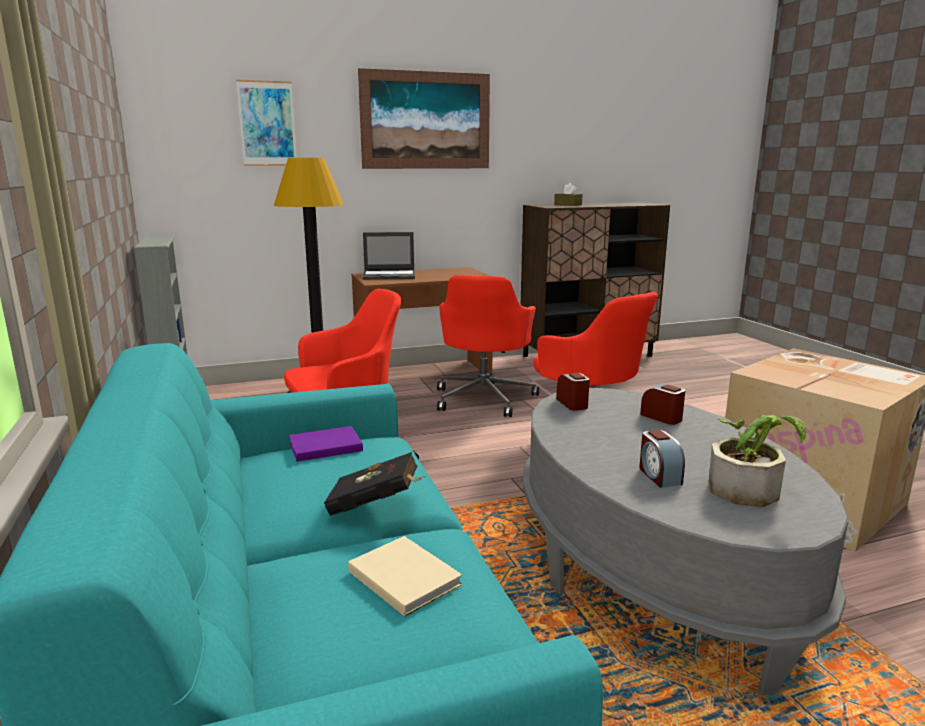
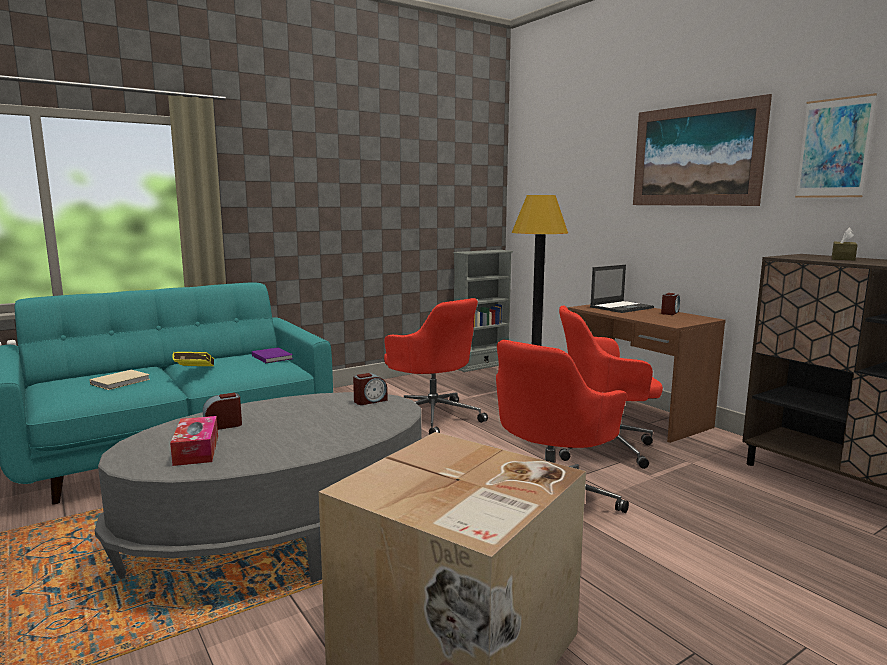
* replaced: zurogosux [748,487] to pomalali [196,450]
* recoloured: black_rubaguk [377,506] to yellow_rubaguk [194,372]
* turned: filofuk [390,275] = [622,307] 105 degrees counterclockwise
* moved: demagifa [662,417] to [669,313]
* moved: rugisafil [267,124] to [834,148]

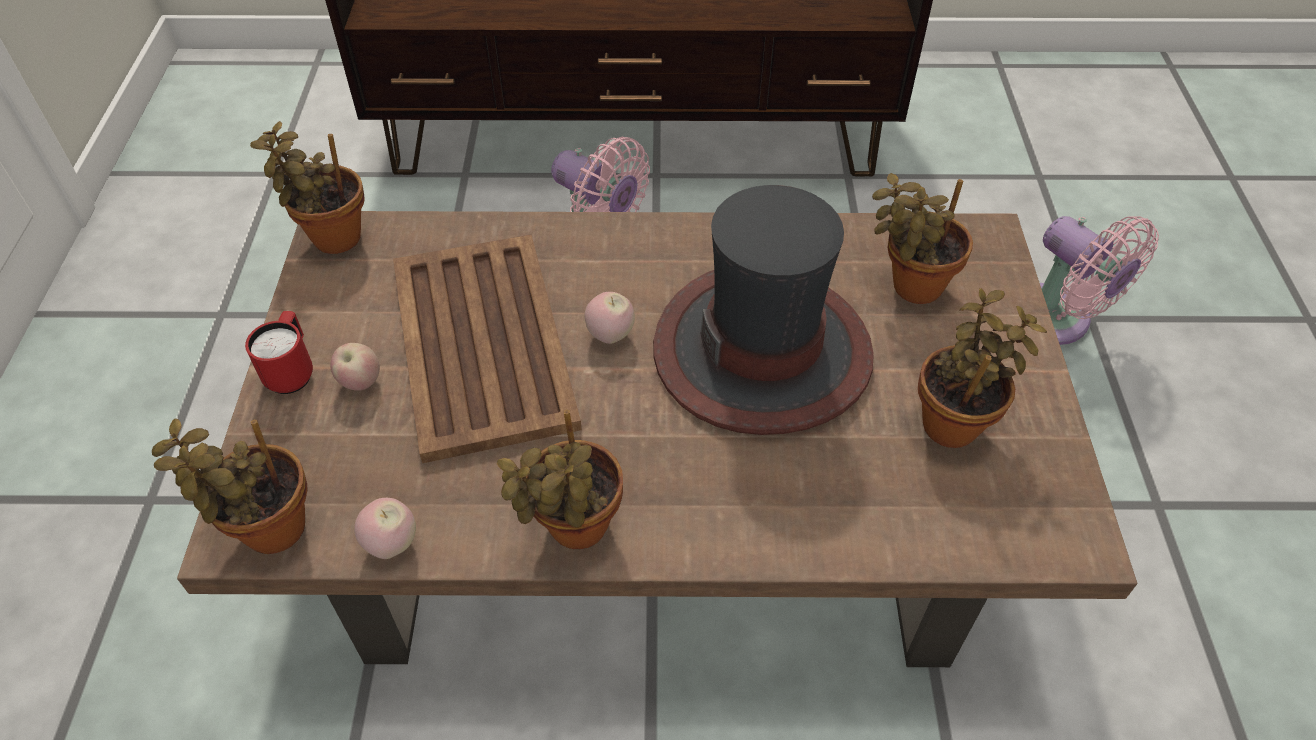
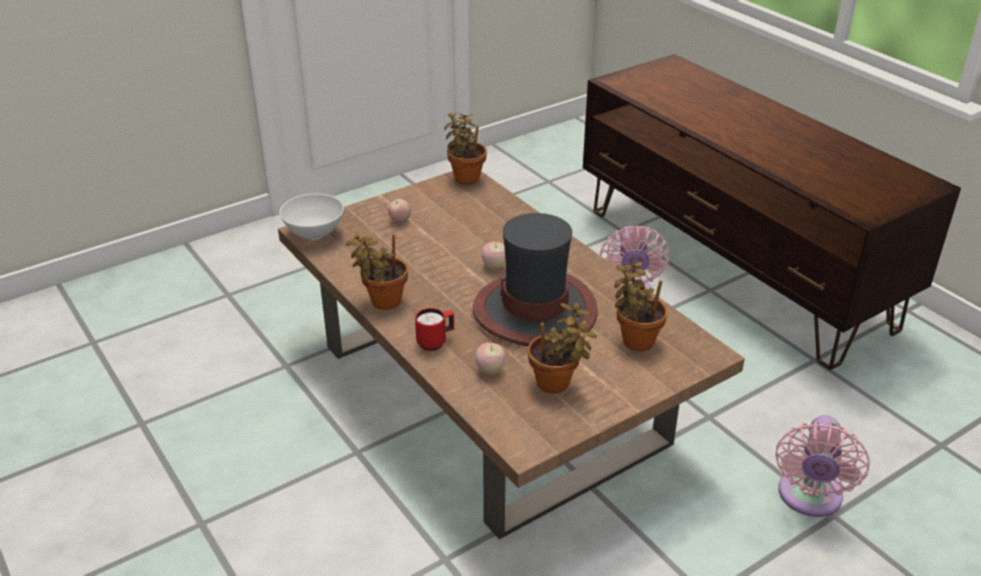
* replaced: zurogosux [267,529] to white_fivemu [314,235]
* moved: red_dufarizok [292,372] to [436,342]
* moved: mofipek [392,544] to [490,370]
* removed: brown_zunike [482,346]

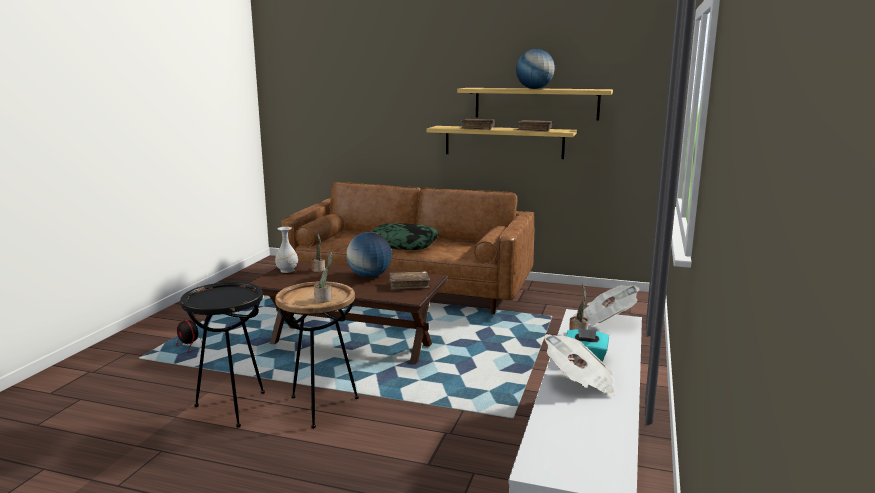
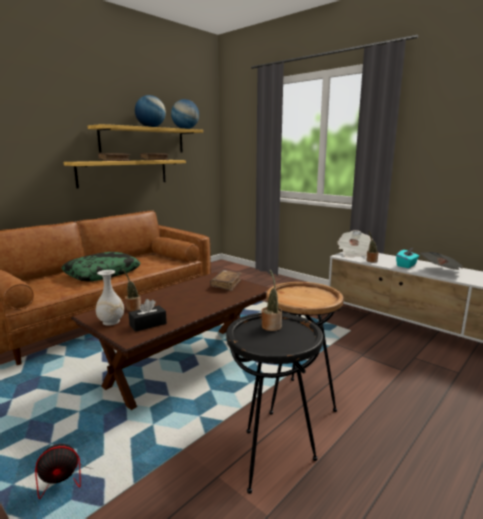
* added: black_pomalali [148,324]
* moved: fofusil [369,276] to [185,129]
* moved: zurogosux [324,299] to [271,326]

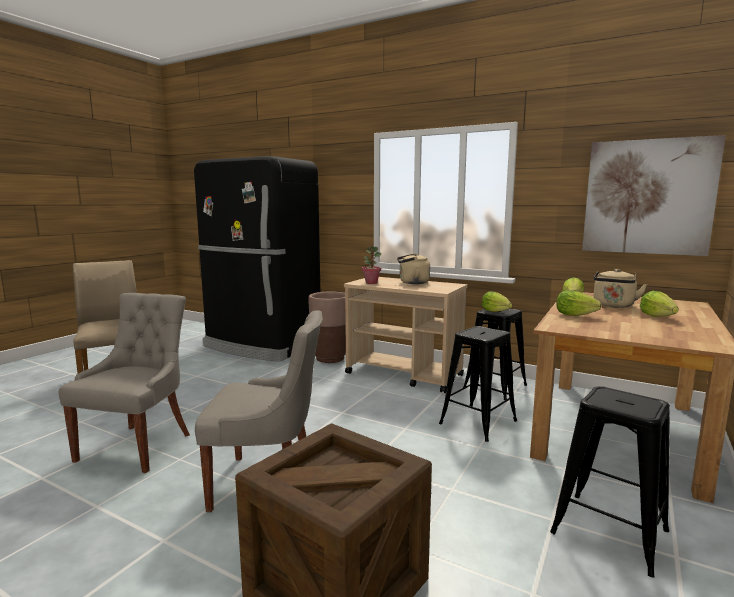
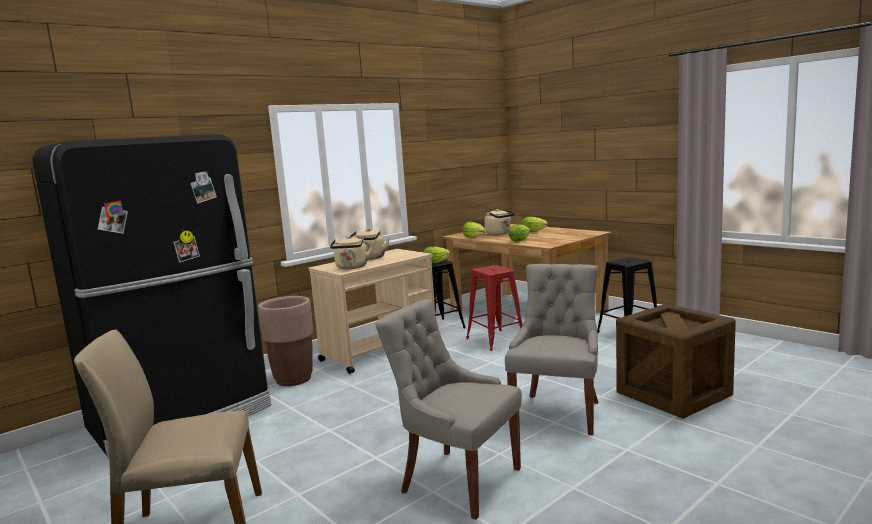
* replaced: zurogosux [371,283] to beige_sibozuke [351,267]
* recoloured: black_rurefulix [478,422] to red_rurefulix [495,340]
* removed: rugisafil [648,197]

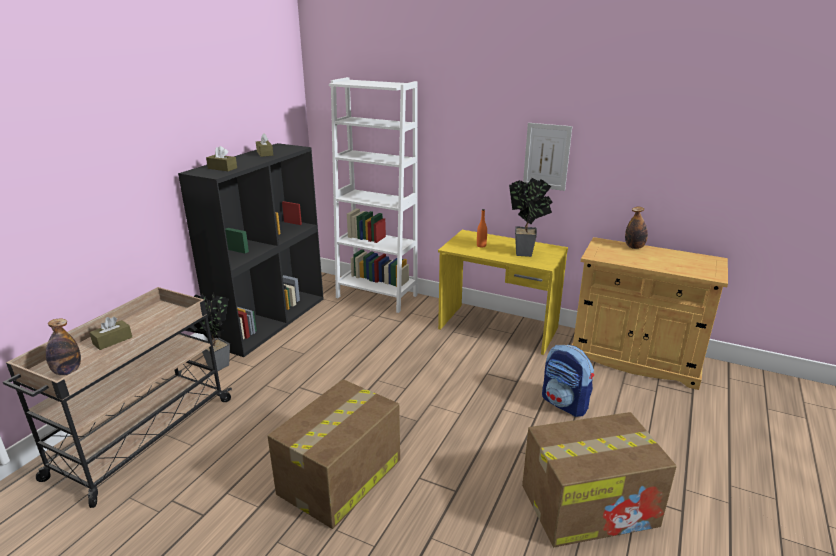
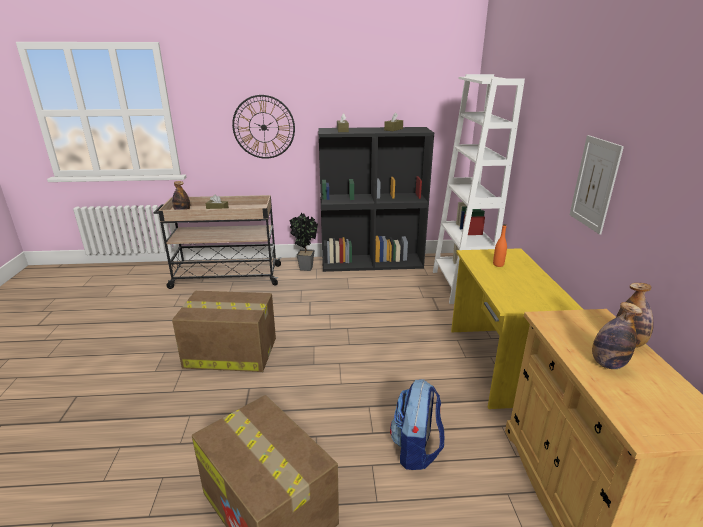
* added: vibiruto [263,127]
* added: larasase [607,364]
* removed: zurogosux [527,254]

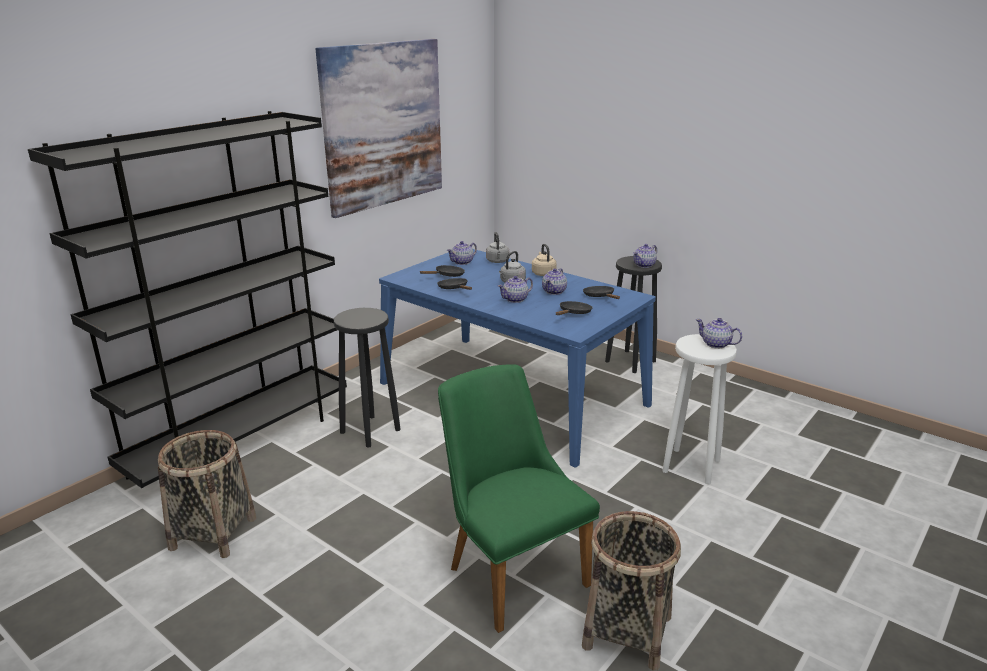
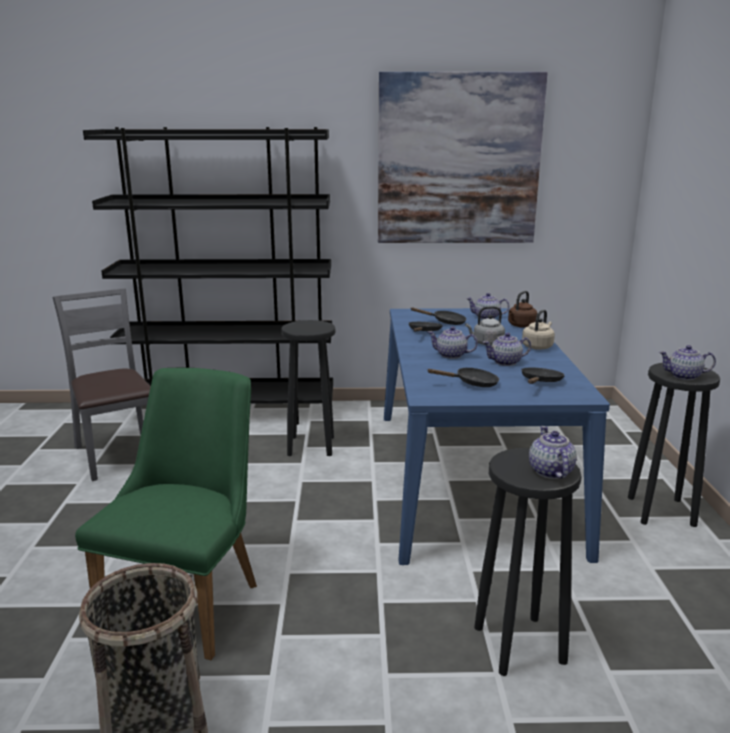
* replaced: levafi [213,533] to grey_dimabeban [118,454]
* recoloured: white_rurefulix [691,466] to black_rurefulix [518,644]
* recoloured: grey_sibozuke [497,261] to brown_sibozuke [520,326]

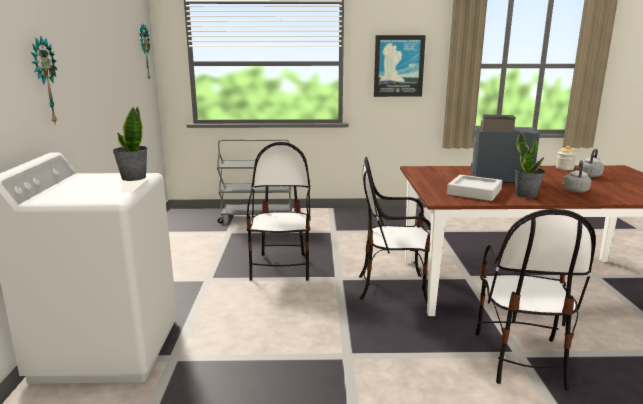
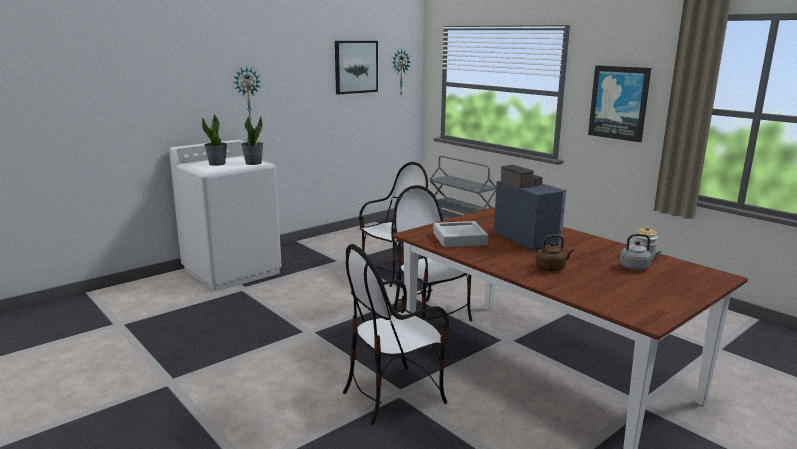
* moved: zurogosux [526,195] to [217,164]
* added: rugisafil [355,67]
* recoloured: grey_sibozuke [575,190] to brown_sibozuke [551,268]

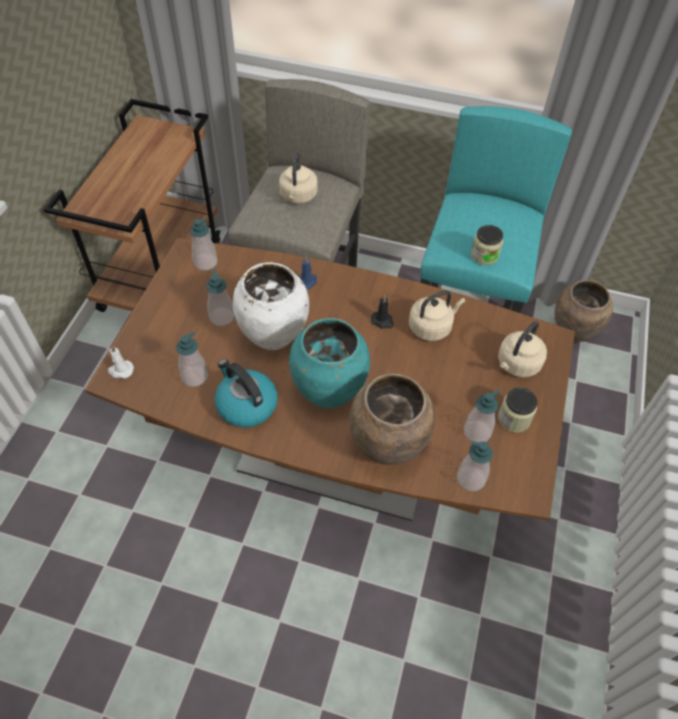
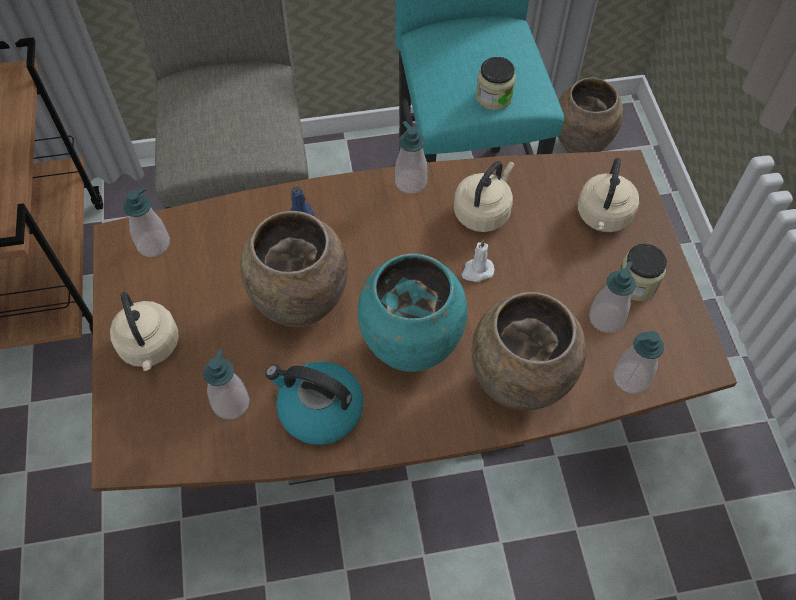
* moved: beige_sibozuke [298,196] to [150,347]
* recoloured: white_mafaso [273,336] to brown_mafaso [300,305]
* moved: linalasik [221,317] to [411,182]
* moved: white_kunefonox [120,370] to [477,271]
* removed: black_kunefonox [382,321]

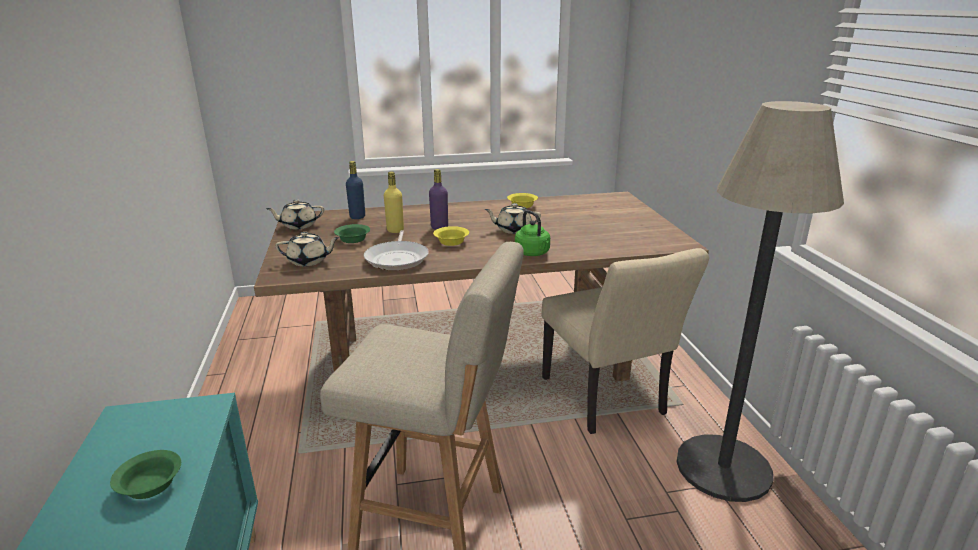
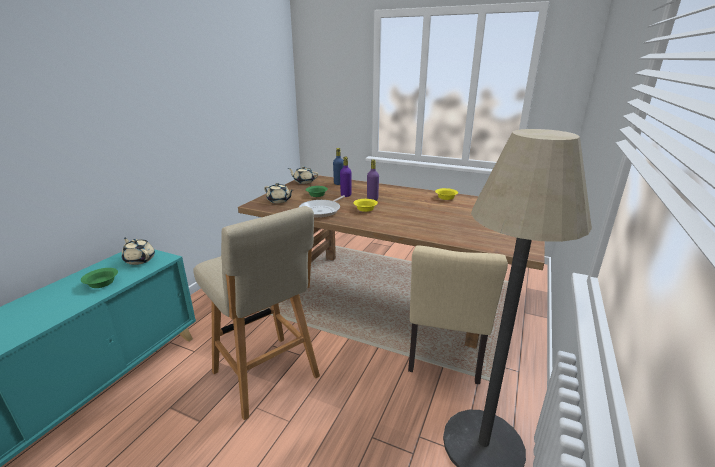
* moved: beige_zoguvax [513,230] to [139,259]
* recoloured: yellow_larasase [395,230] to purple_larasase [346,195]
* removed: green_sibozuke [533,253]

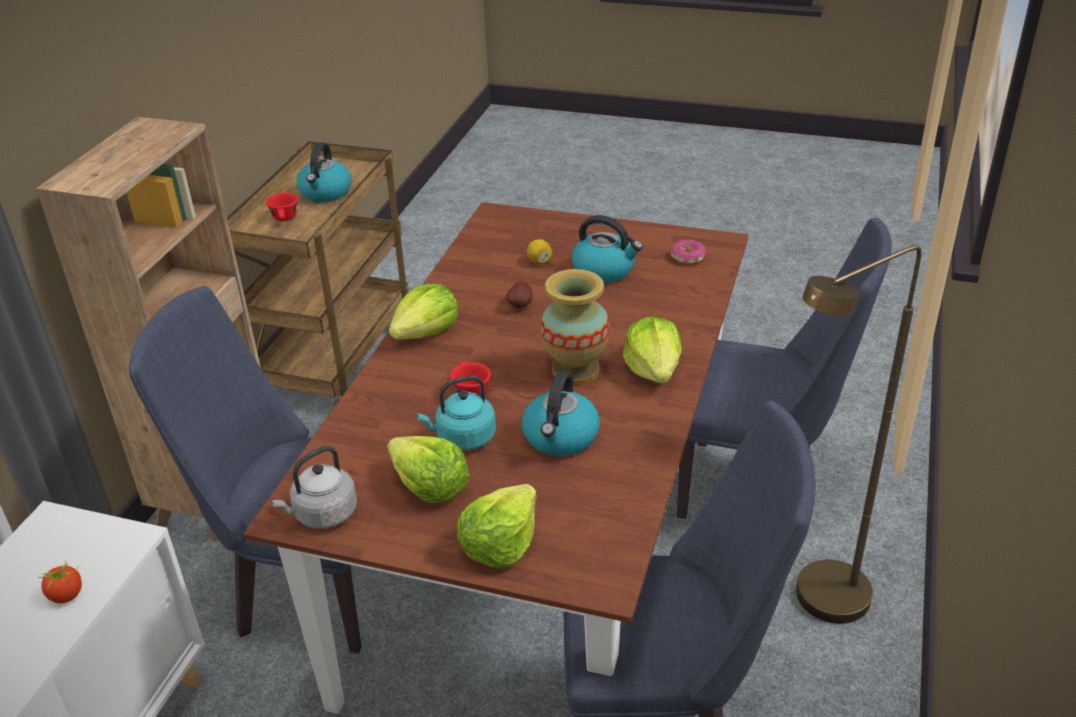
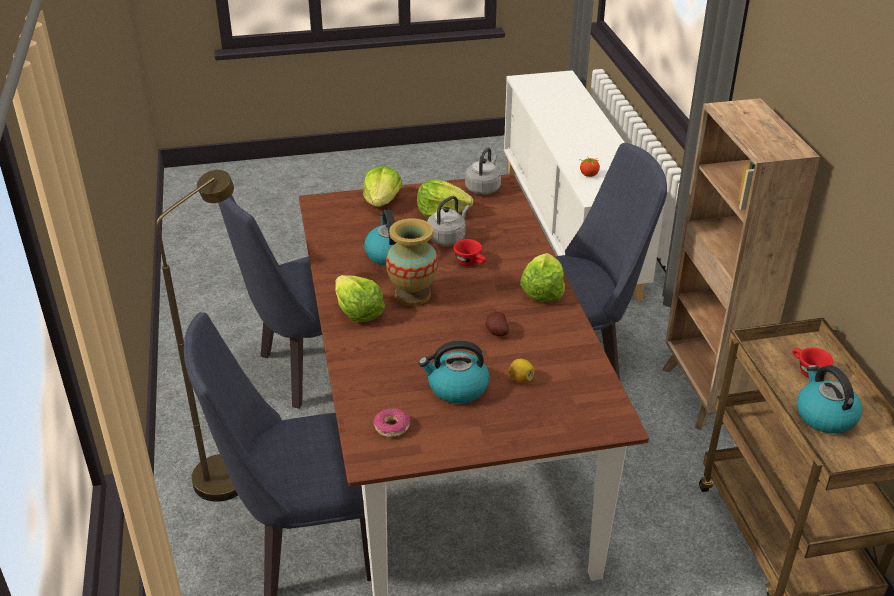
* recoloured: turquoise_sibozuke [463,438] to grey_sibozuke [447,238]

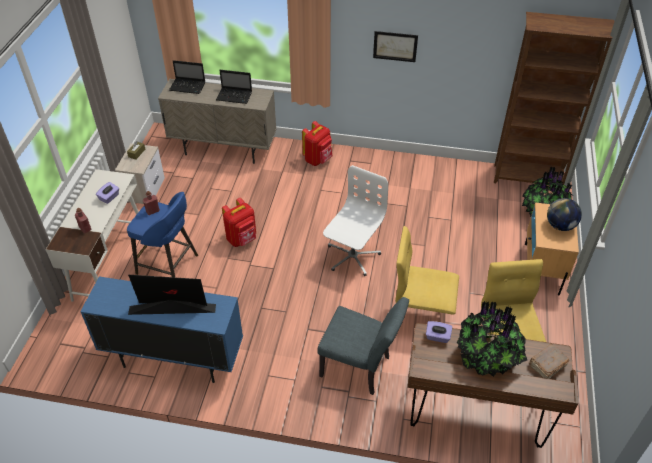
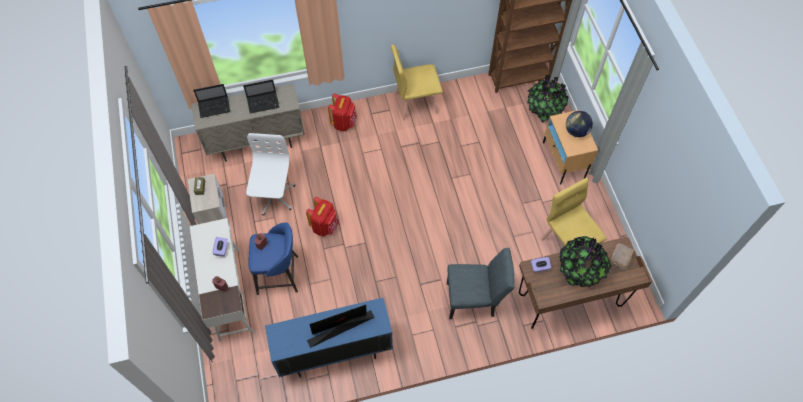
* moved: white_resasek [352,256] to [273,196]
* moved: yellow_dimabeban [421,317] to [415,103]
* removed: rugisafil [395,46]

